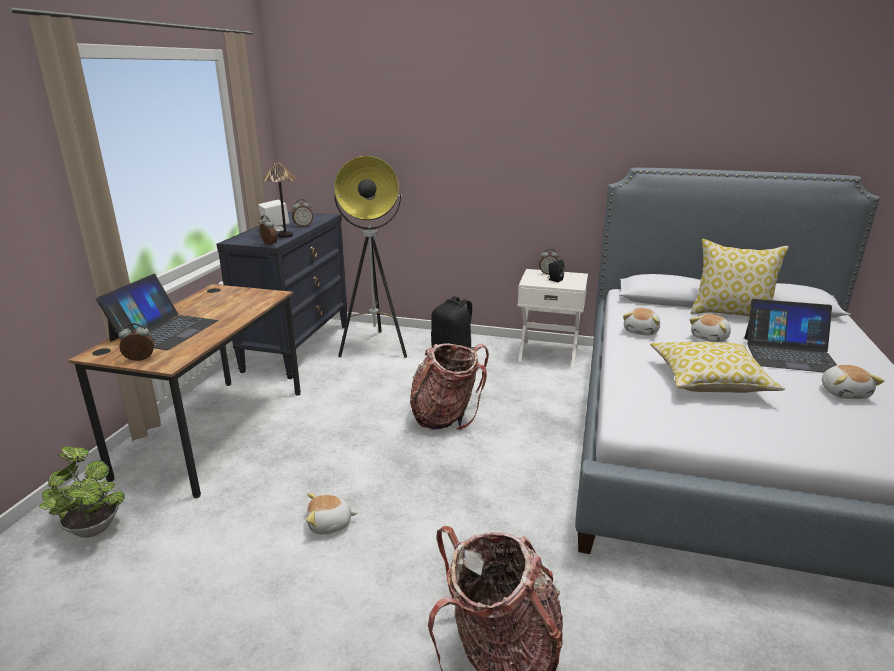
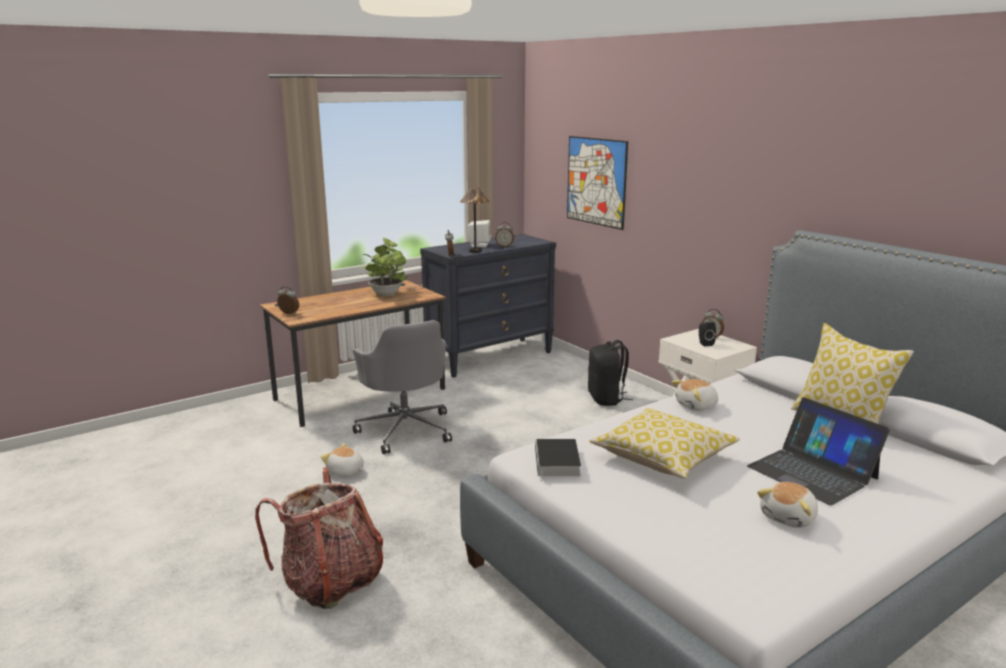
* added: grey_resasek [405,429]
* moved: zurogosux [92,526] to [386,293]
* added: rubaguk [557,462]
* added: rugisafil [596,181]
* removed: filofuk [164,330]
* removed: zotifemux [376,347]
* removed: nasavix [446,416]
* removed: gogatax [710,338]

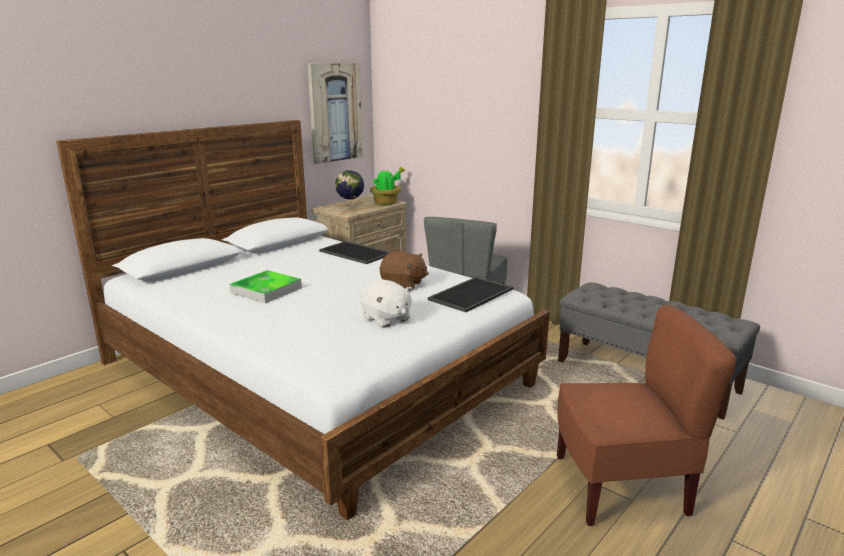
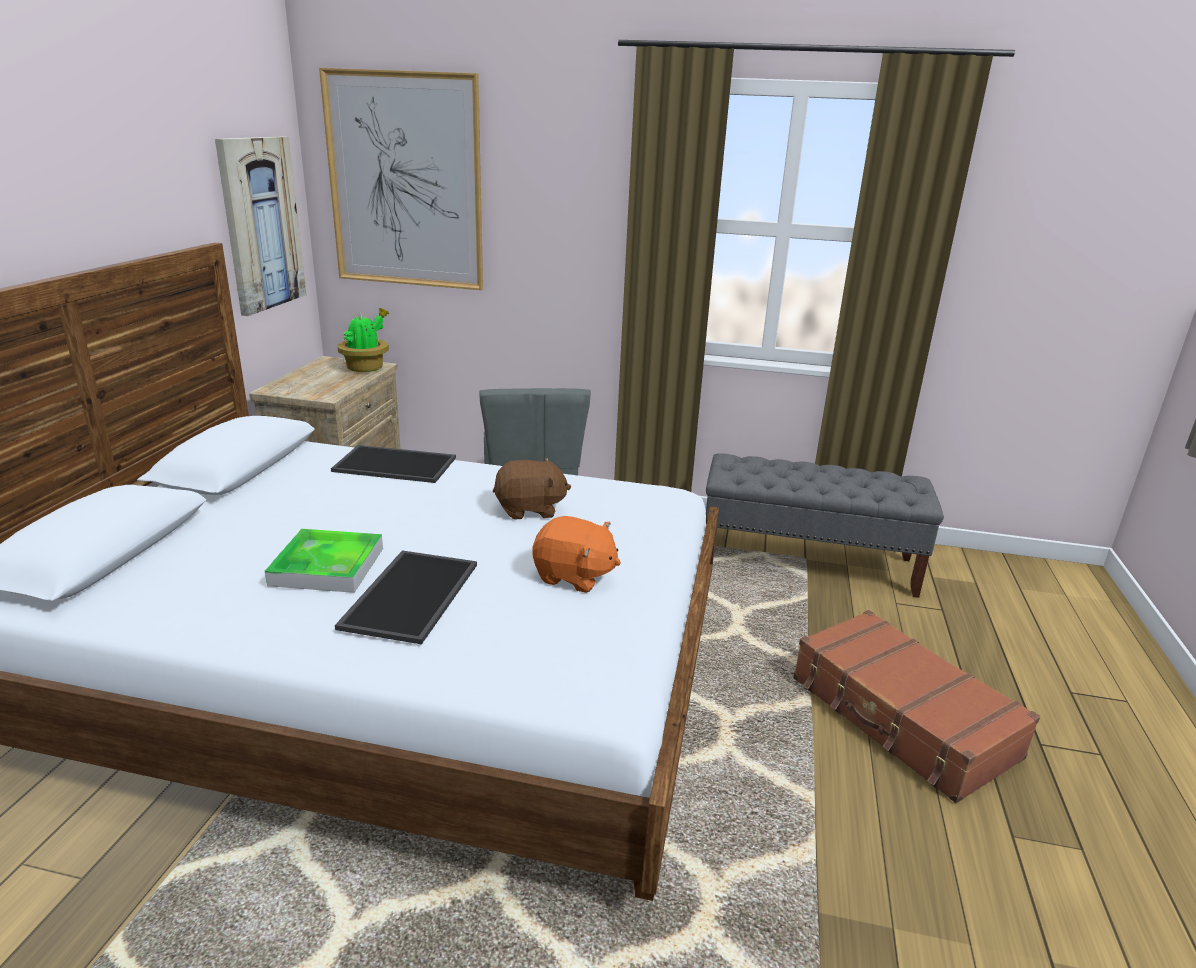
* added: rugisafil [405,182]
* moved: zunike [470,294] to [409,594]
* recoloured: white_gogatax [386,319] to orange_gogatax [574,576]
* replaced: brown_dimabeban [621,487] to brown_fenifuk [901,718]
* removed: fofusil [350,206]

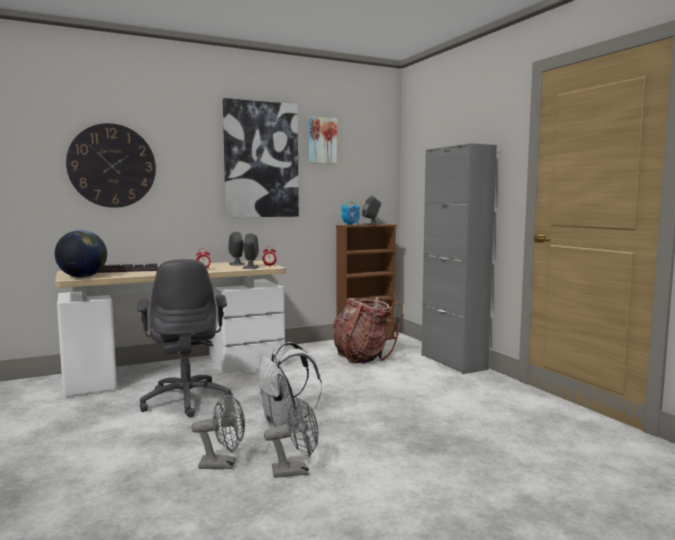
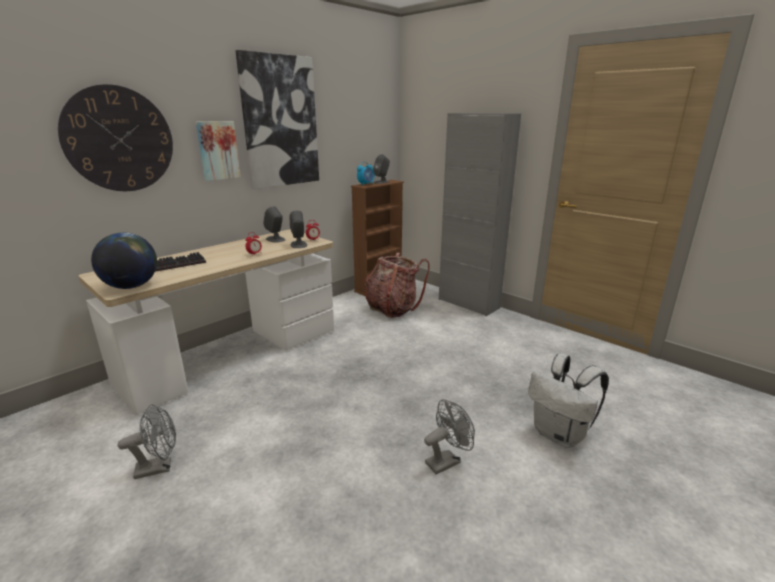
* moved: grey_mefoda [223,464] to [159,467]
* moved: rugisafil [322,140] to [217,150]
* moved: white_nasavix [284,424] to [560,435]
* removed: grey_resasek [187,400]

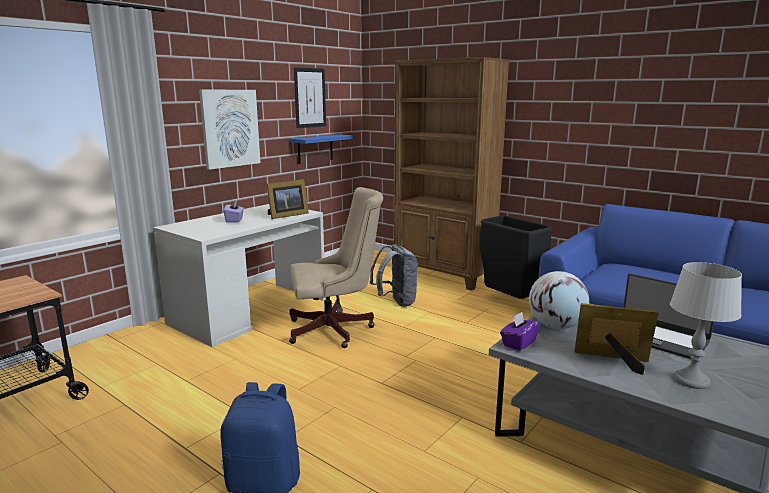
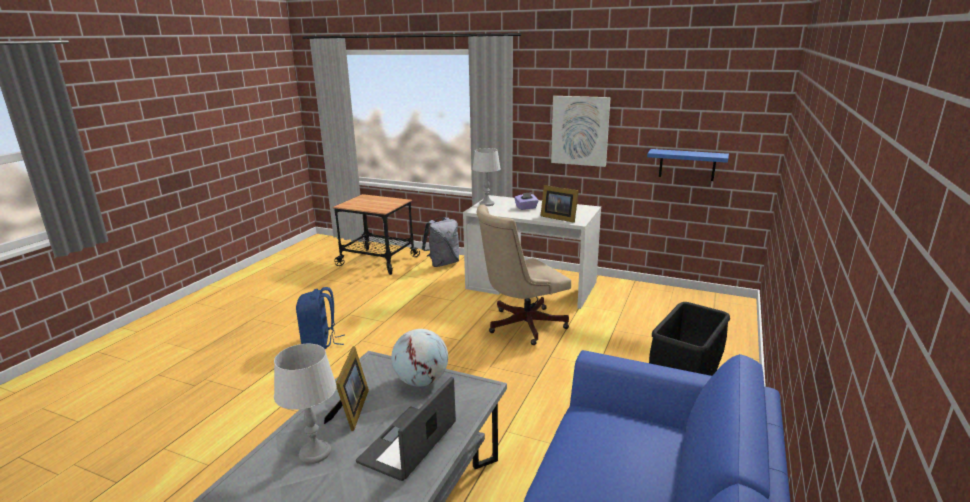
* moved: grey_nasavix [396,302] to [443,263]
* added: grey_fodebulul [487,204]
* turned: beige_resasek [335,330] = [521,326] 90 degrees clockwise
* removed: rugisafil [310,98]
* removed: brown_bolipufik [444,275]
* removed: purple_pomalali [518,343]

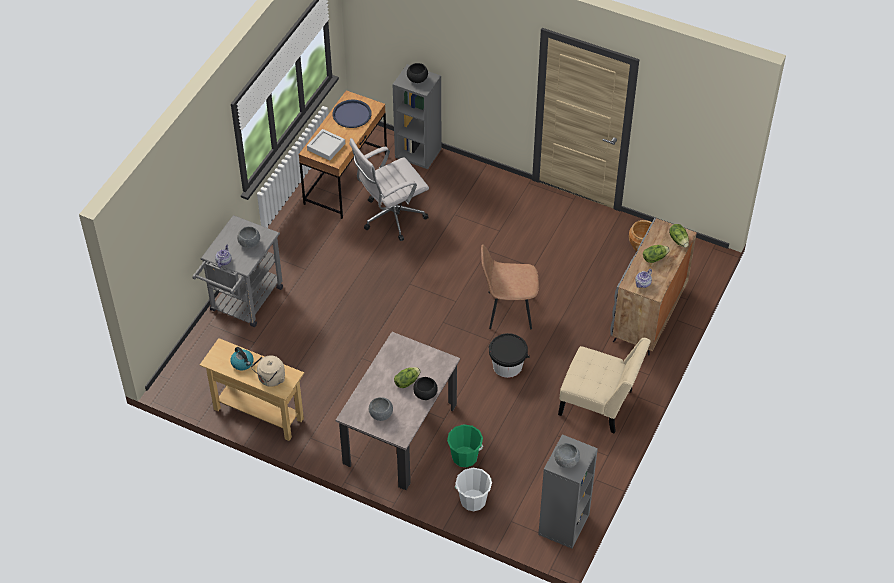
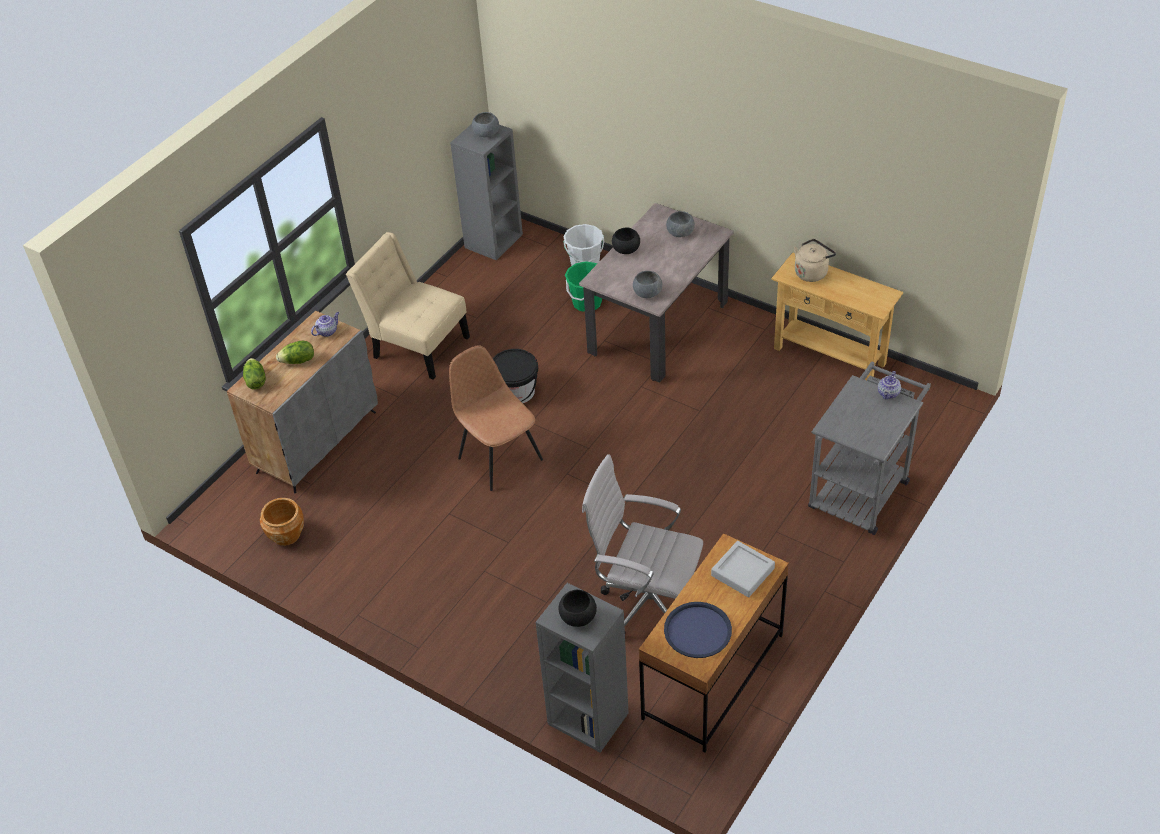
* turned: brown_dimabeban [508,310] = [499,457] 135 degrees counterclockwise
* turned: white_resasek [390,218] = [645,603] 135 degrees counterclockwise
* moved: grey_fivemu [249,243] to [647,293]
* removed: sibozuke [243,363]
* removed: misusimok [406,381]

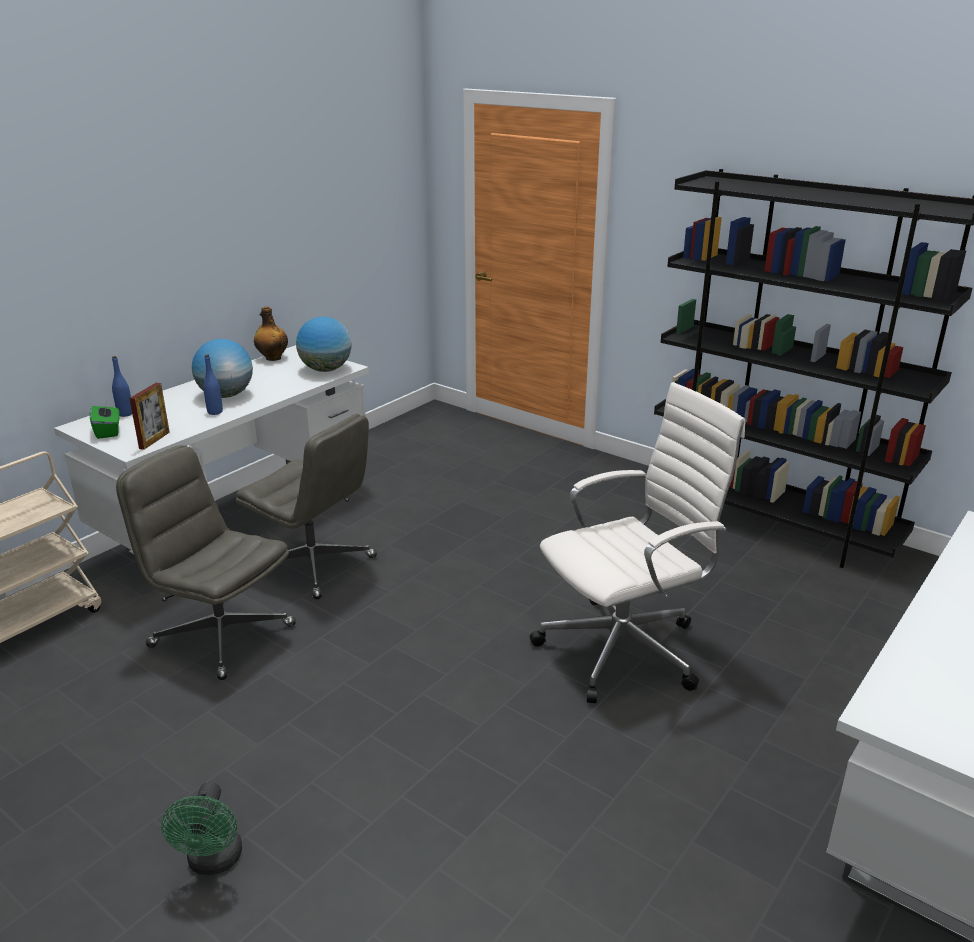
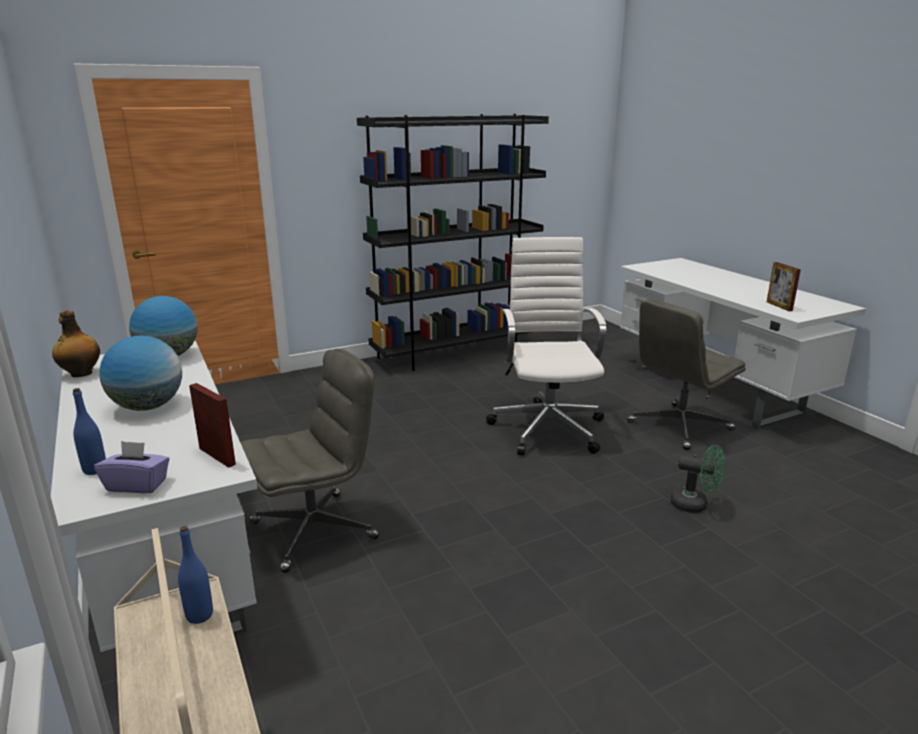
* recoloured: green_pomalali [108,431] to purple_pomalali [137,485]
* moved: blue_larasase [215,412] to [199,615]
* moved: grey_resasek [221,635] to [679,426]
* moved: green_mefoda [213,862] to [695,505]
* added: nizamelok [779,306]

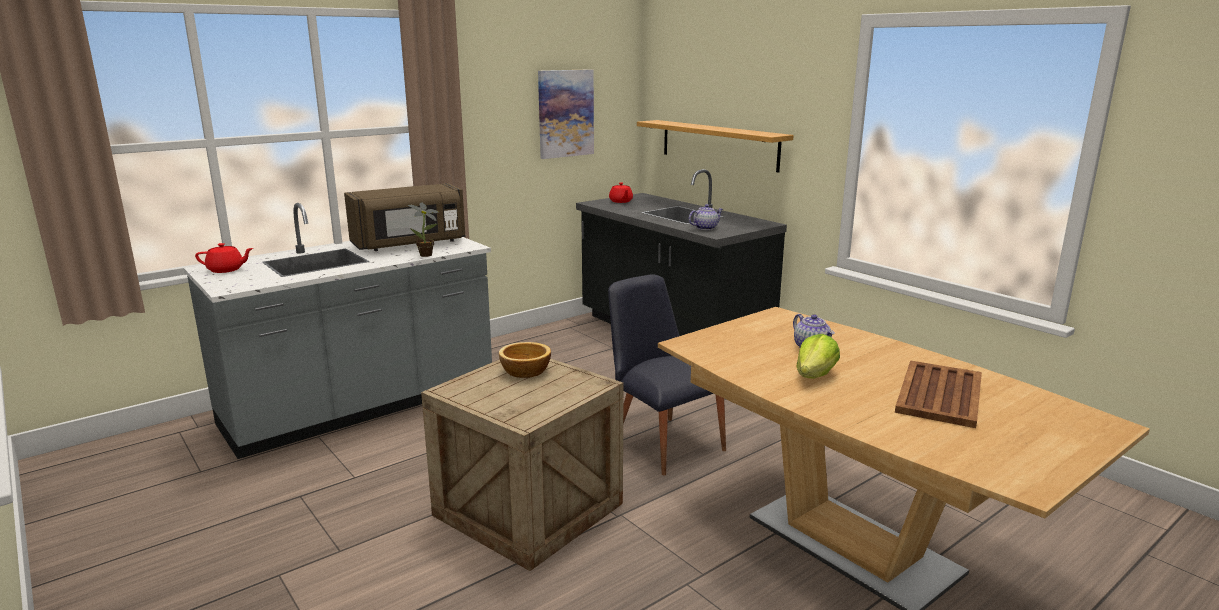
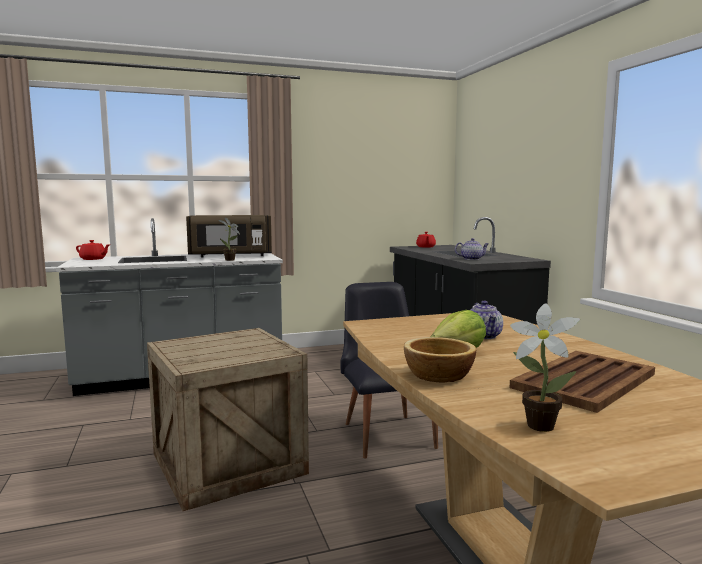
* moved: fivemu [524,372] to [437,376]
* added: zurogosux [536,424]
* removed: rugisafil [565,113]
* removed: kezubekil [718,144]

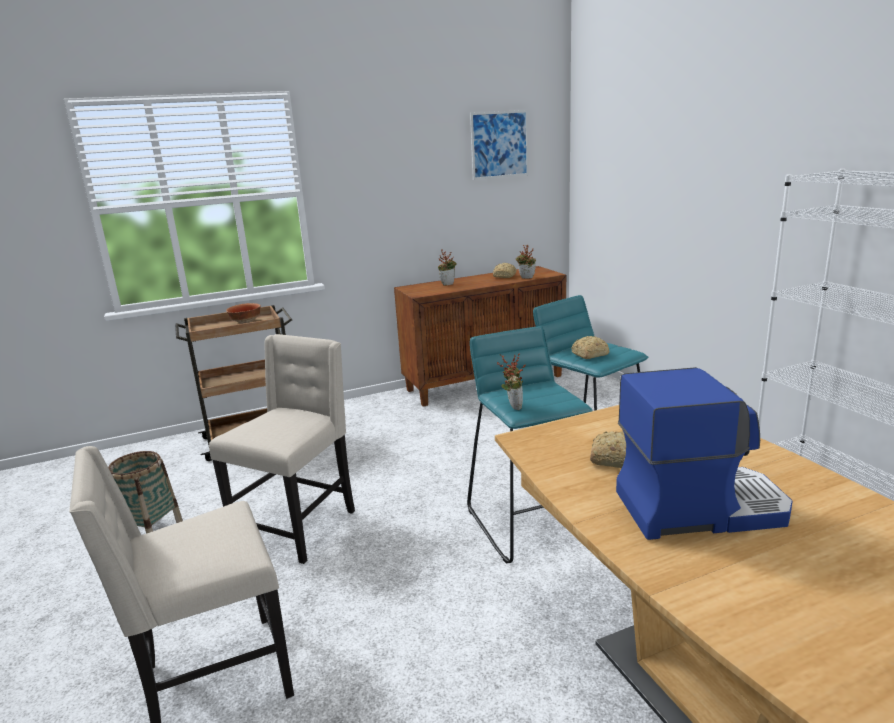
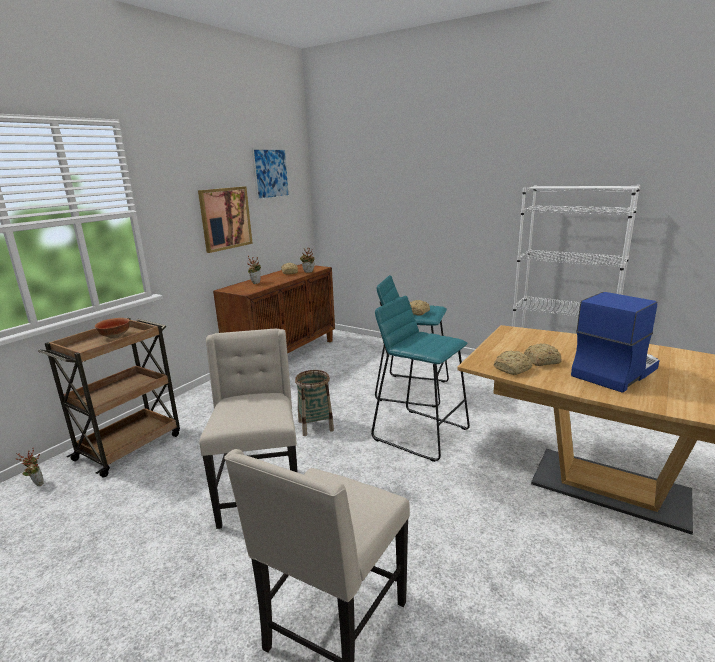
* moved: zurogosux [512,406] to [36,483]
* added: rugisafil [225,218]
* moved: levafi [151,530] to [315,426]
* added: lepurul [513,369]

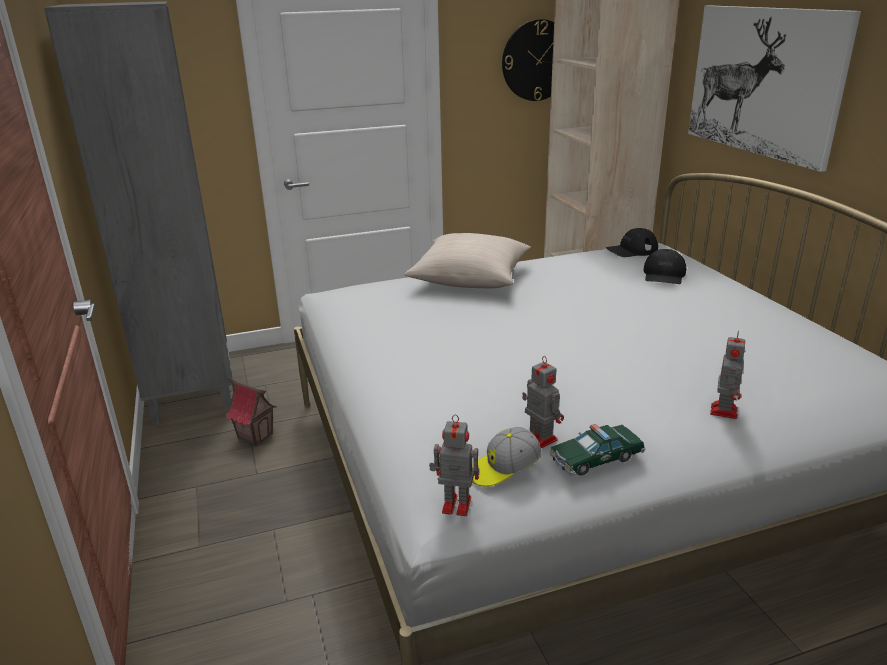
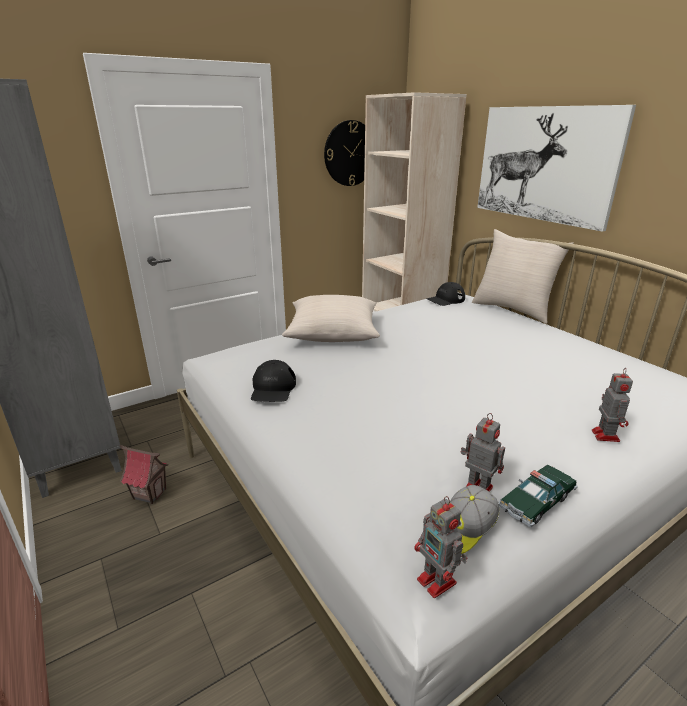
* moved: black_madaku [664,275] to [273,388]
* turned: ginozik [454,504] = [438,582] 120 degrees counterclockwise
* added: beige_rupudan [513,309]

